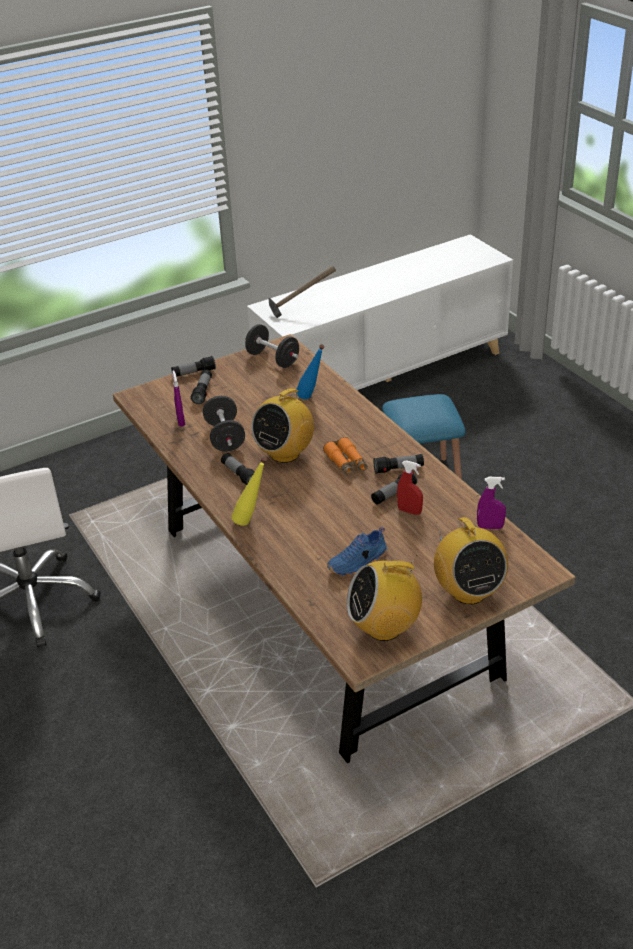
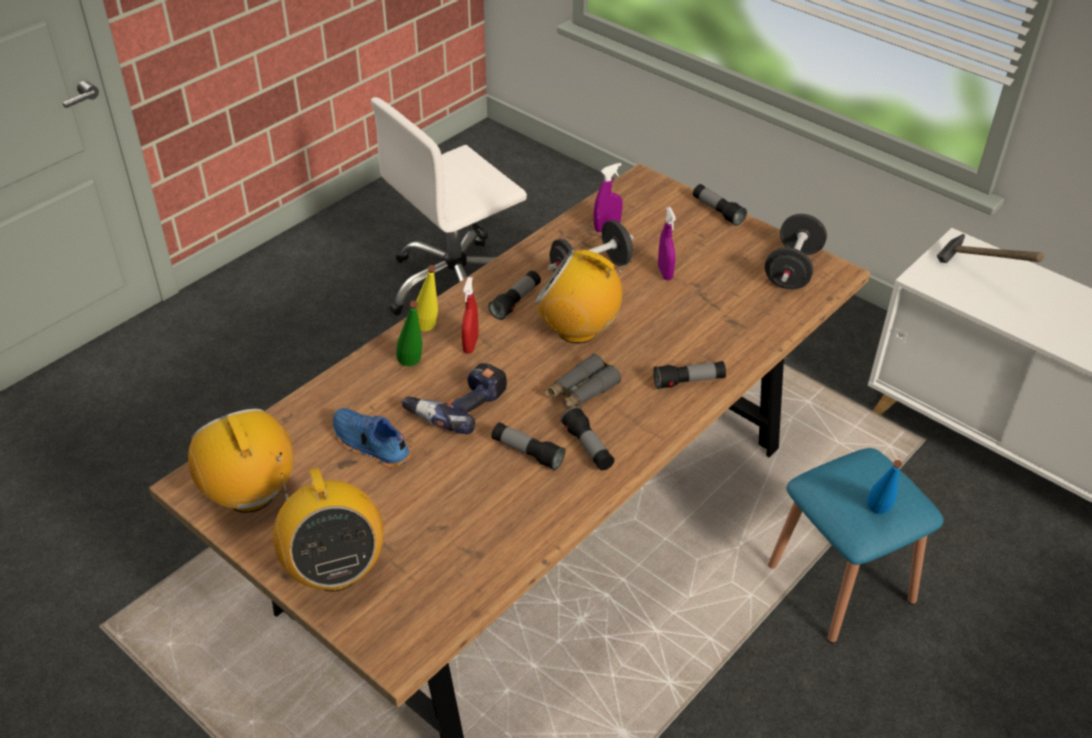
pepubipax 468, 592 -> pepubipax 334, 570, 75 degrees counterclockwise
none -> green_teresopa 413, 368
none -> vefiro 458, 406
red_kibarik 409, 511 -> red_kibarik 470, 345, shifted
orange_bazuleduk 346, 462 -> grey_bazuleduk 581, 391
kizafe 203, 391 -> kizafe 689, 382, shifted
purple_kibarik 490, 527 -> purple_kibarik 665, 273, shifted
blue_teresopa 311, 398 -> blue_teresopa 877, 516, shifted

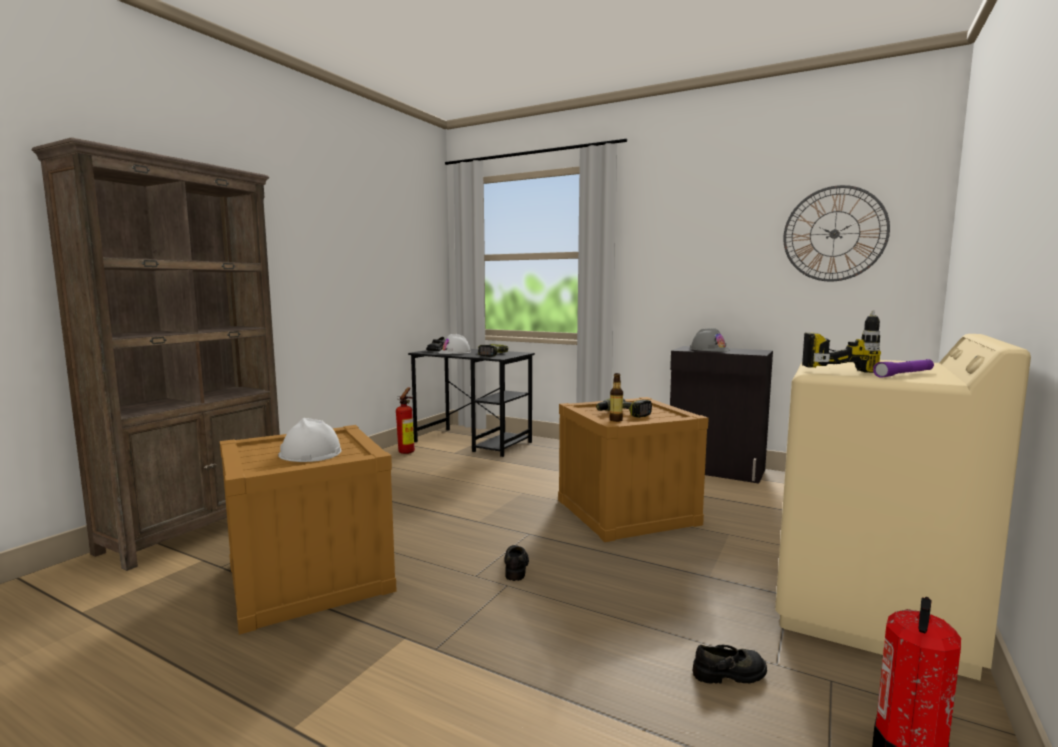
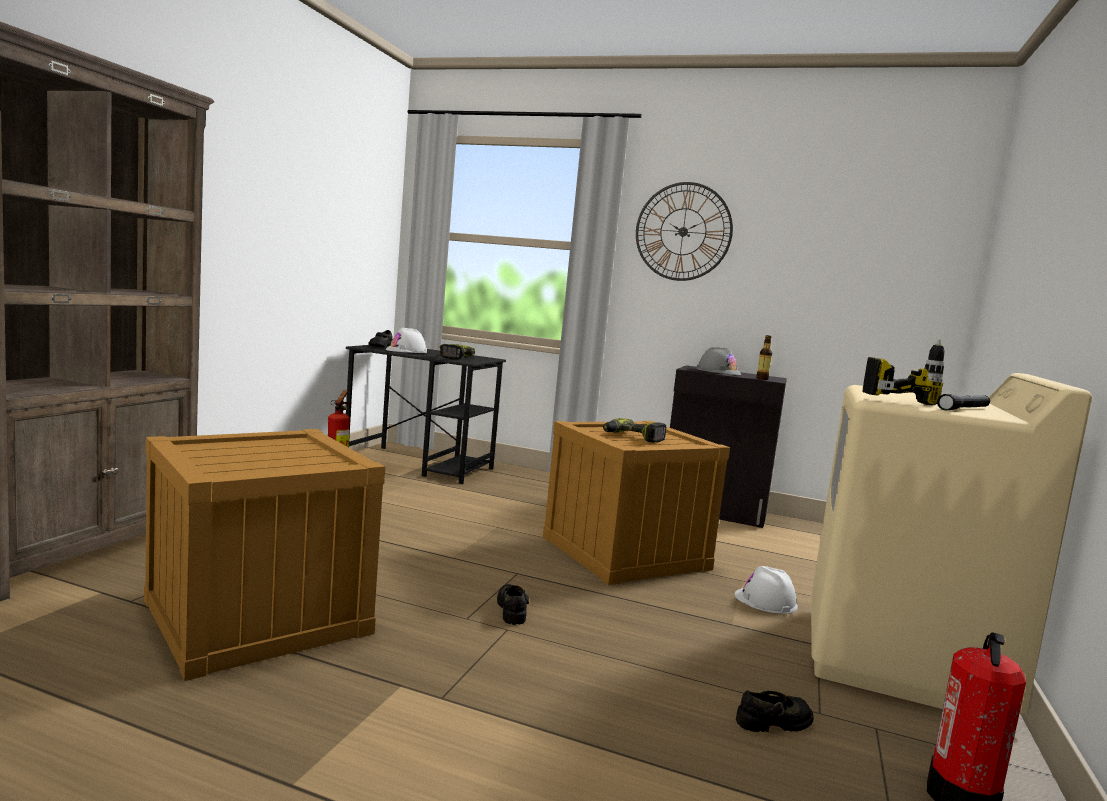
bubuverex 834, 234 -> bubuverex 683, 231, shifted
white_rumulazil 310, 453 -> white_rumulazil 765, 601, shifted
teresopa 616, 420 -> teresopa 762, 378, shifted
purple_kizafe 904, 374 -> black_kizafe 963, 409

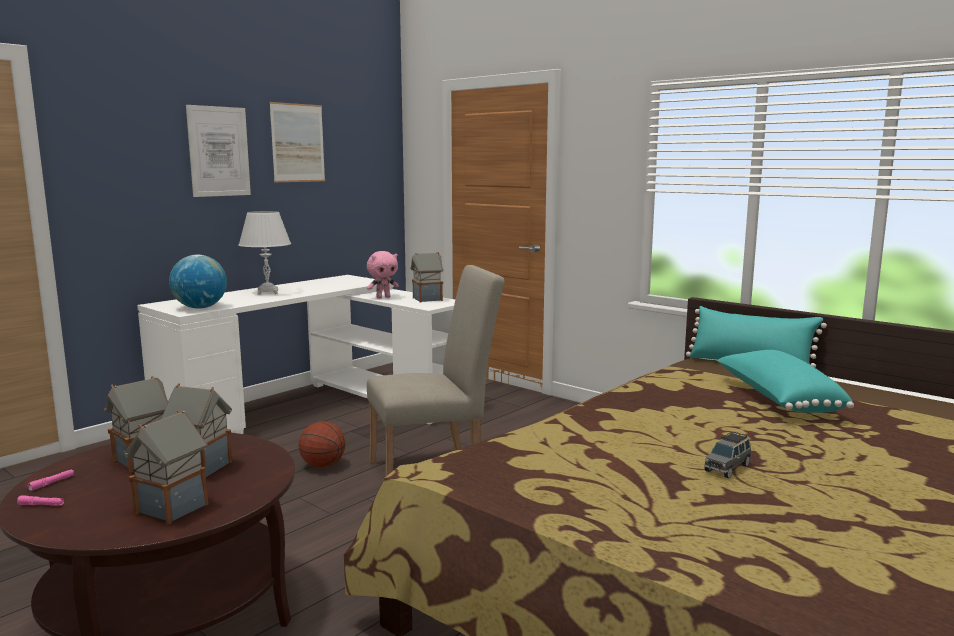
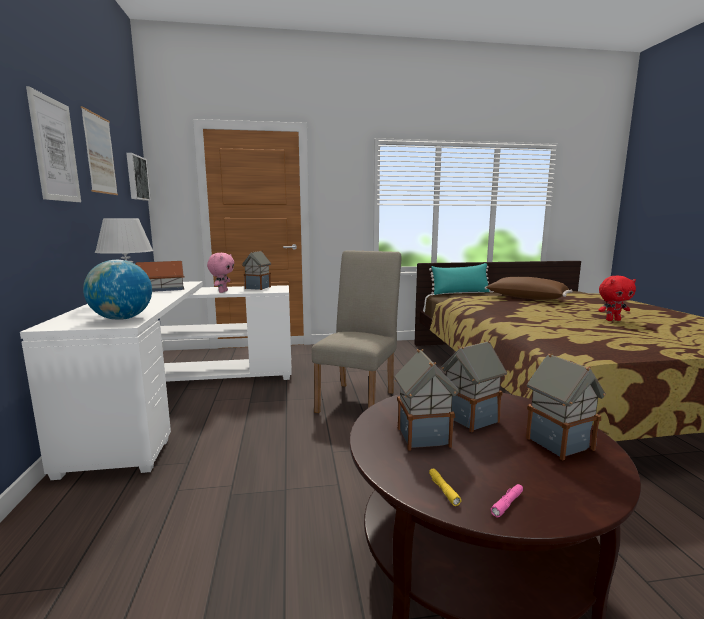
none -> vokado 136, 178
none -> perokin 161, 289
pink_kizafe 52, 483 -> yellow_kizafe 443, 490
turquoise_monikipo 777, 399 -> brown_monikipo 526, 298
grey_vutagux 727, 468 -> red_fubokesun 612, 320
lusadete 323, 465 -> none

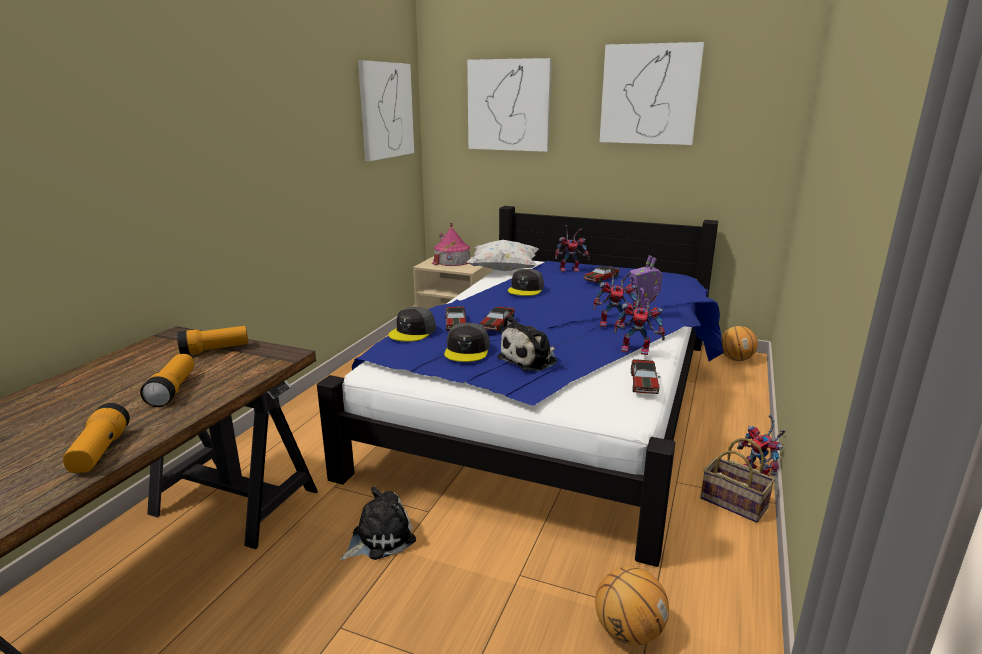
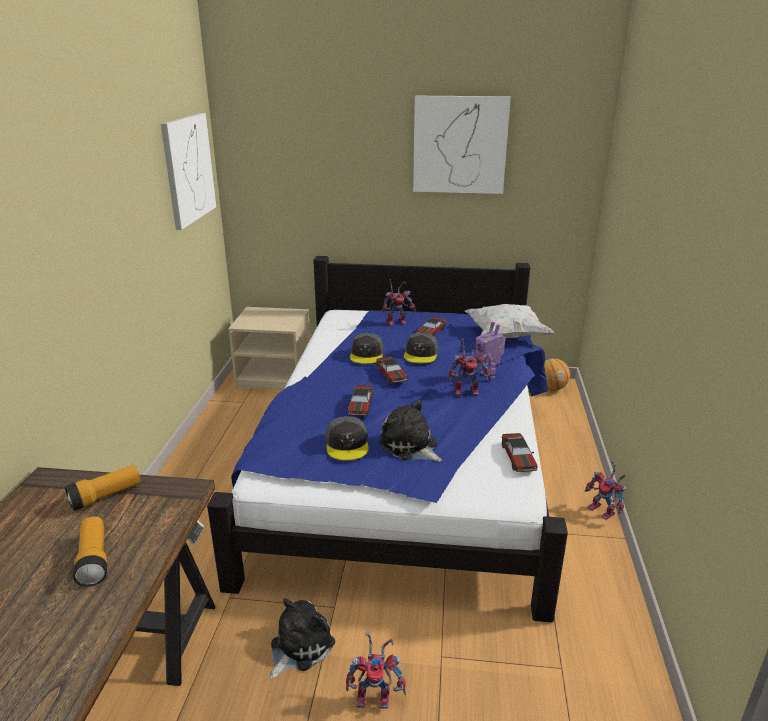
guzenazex 638, 349 -> guzenazex 376, 696, shifted
vutagux 455, 324 -> vutagux 391, 375, shifted
fubokesun 530, 359 -> fubokesun 410, 446, 105 degrees clockwise
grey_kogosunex 413, 332 -> grey_kogosunex 421, 354, shifted
white_monikipo 503, 270 -> white_monikipo 506, 336, shifted
kizafe 100, 452 -> none
perokin 452, 260 -> none
vokado 509, 105 -> none
lusadete 628, 631 -> none
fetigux 735, 503 -> none

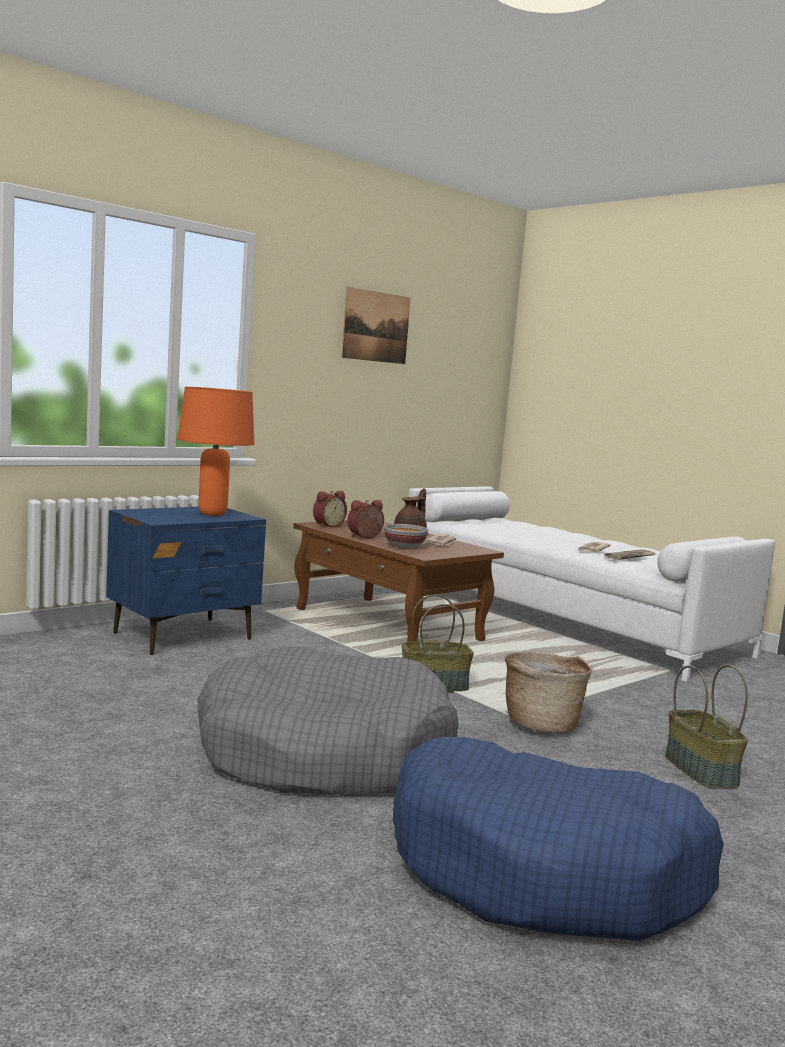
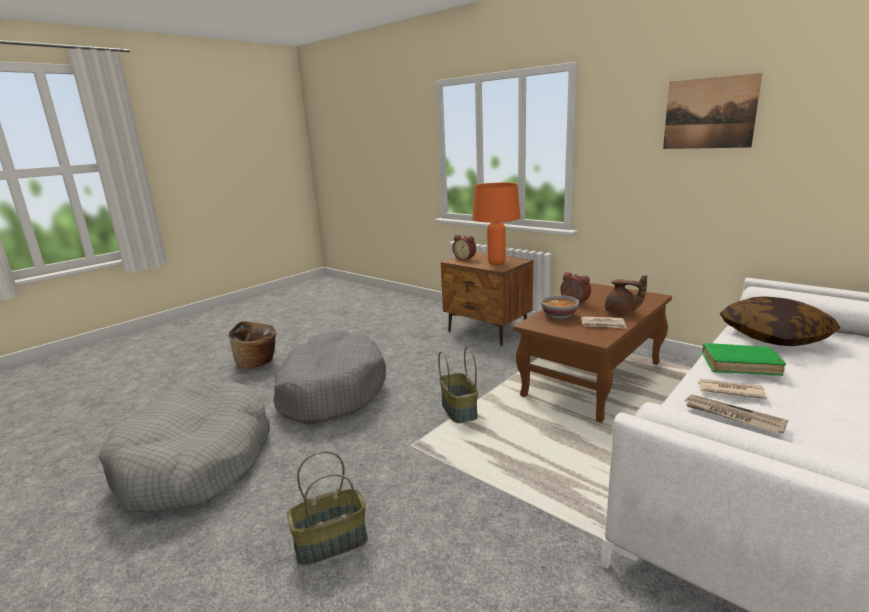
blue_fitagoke 544, 870 -> grey_fitagoke 195, 462
fetigux 541, 723 -> fetigux 258, 363, shifted
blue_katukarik 184, 636 -> brown_katukarik 487, 331
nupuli 327, 525 -> nupuli 465, 259, shifted
none -> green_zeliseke 740, 365
none -> monikipo 773, 336

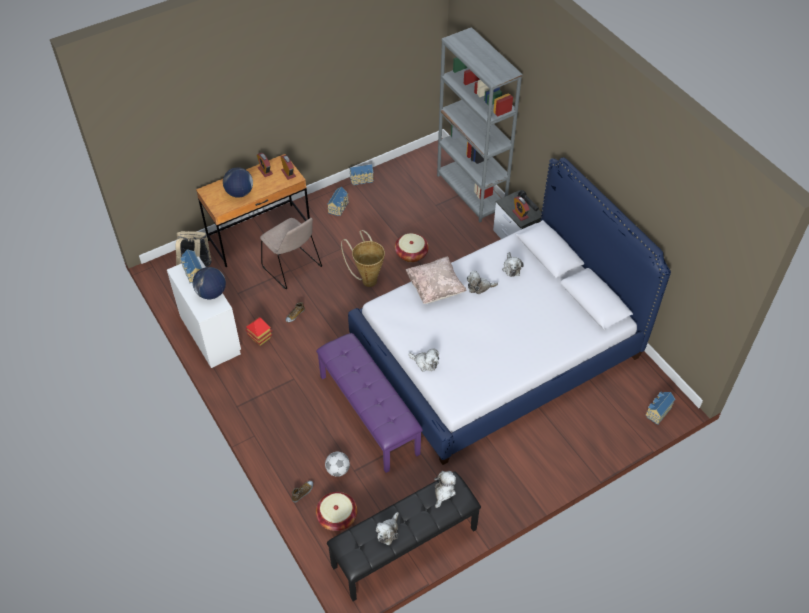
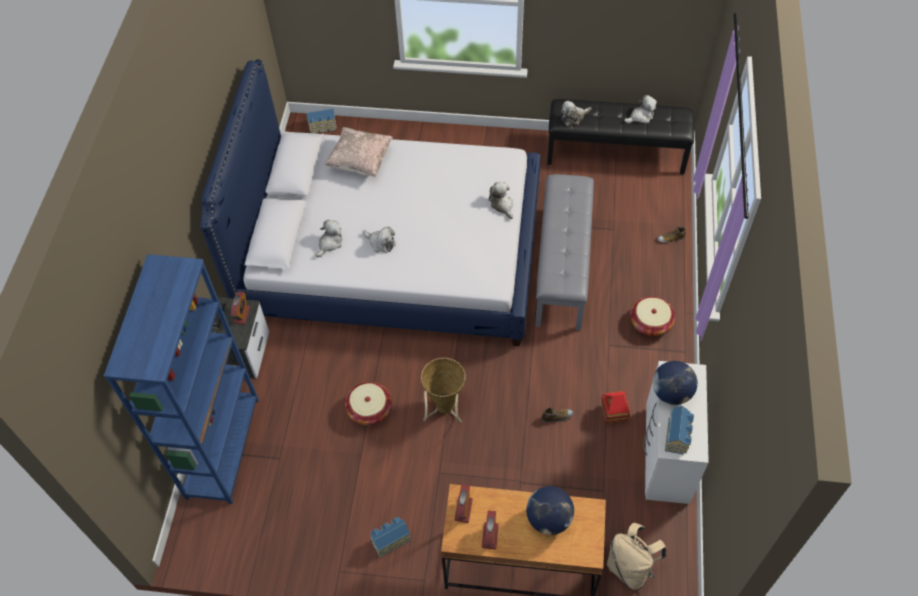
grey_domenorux 471, 192 -> blue_domenorux 223, 447
beige_monikipo 435, 288 -> beige_monikipo 360, 162, shifted
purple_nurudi 369, 414 -> grey_nurudi 561, 266
fetigux 337, 517 -> fetigux 650, 323, shifted
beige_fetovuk 293, 268 -> none
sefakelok 338, 470 -> none
perokin 362, 179 -> none

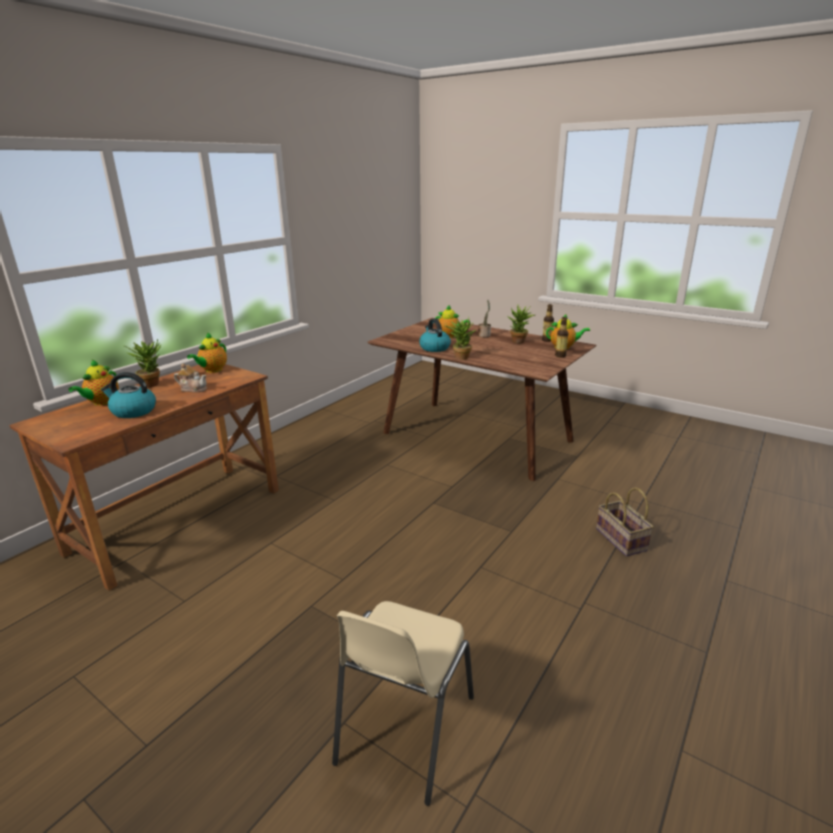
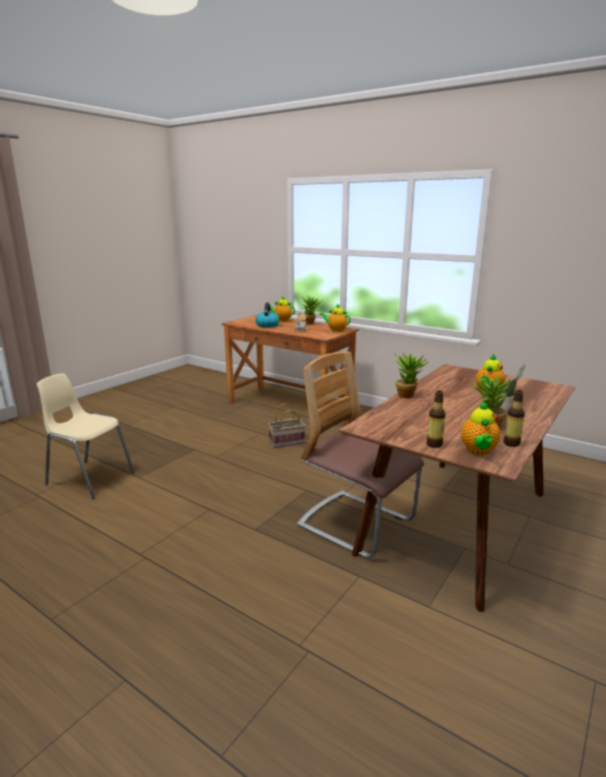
fetigux 622, 540 -> fetigux 286, 442, shifted
none -> fetovuk 356, 524
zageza 434, 348 -> none

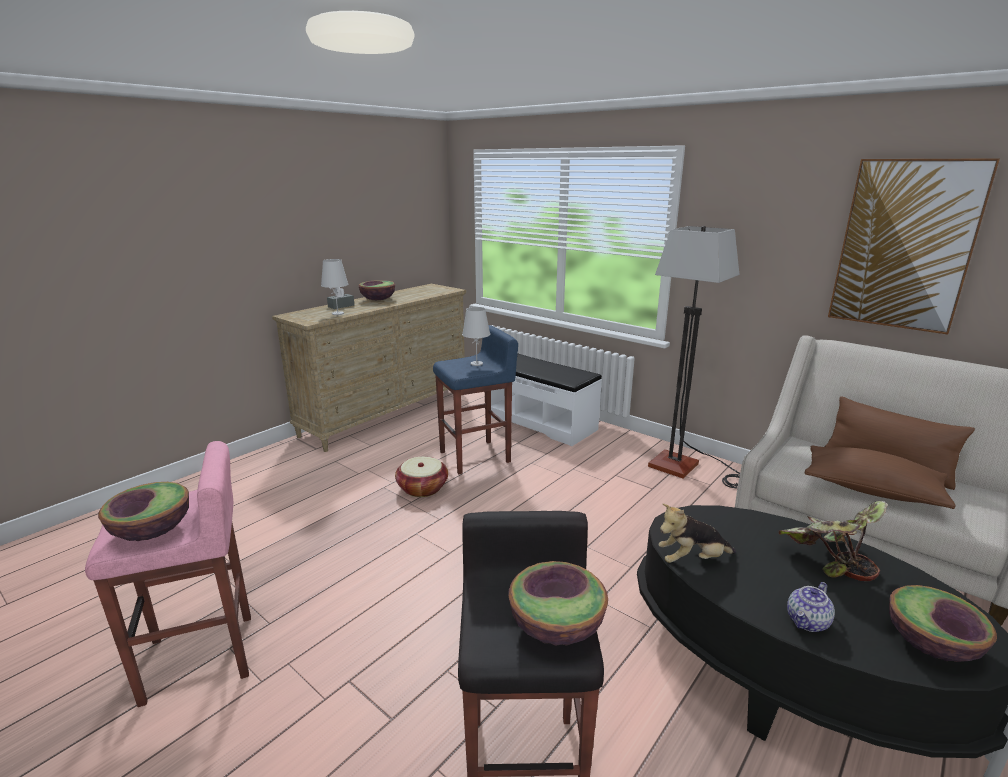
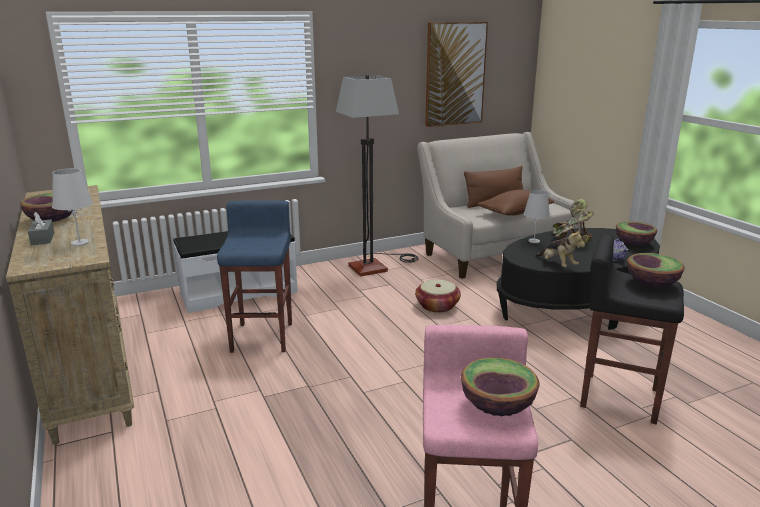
fetigux 422, 488 -> fetigux 437, 306, shifted
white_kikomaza 477, 363 -> white_kikomaza 534, 241, shifted
fubokesun 692, 559 -> fubokesun 557, 265, 45 degrees counterclockwise

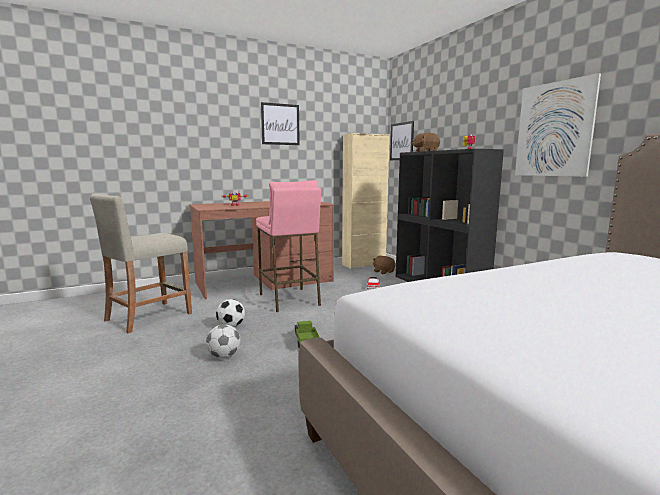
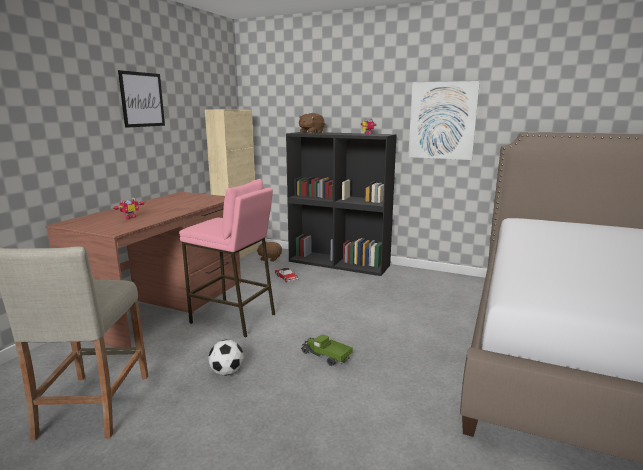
sefakelok 224, 356 -> none
vokado 401, 141 -> none

